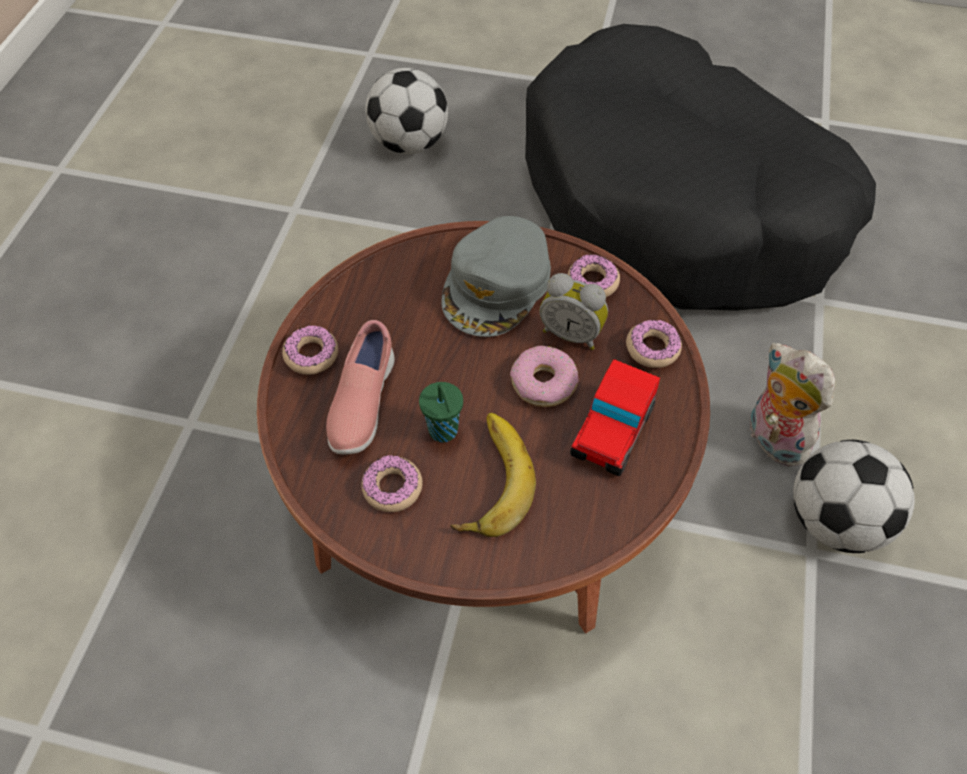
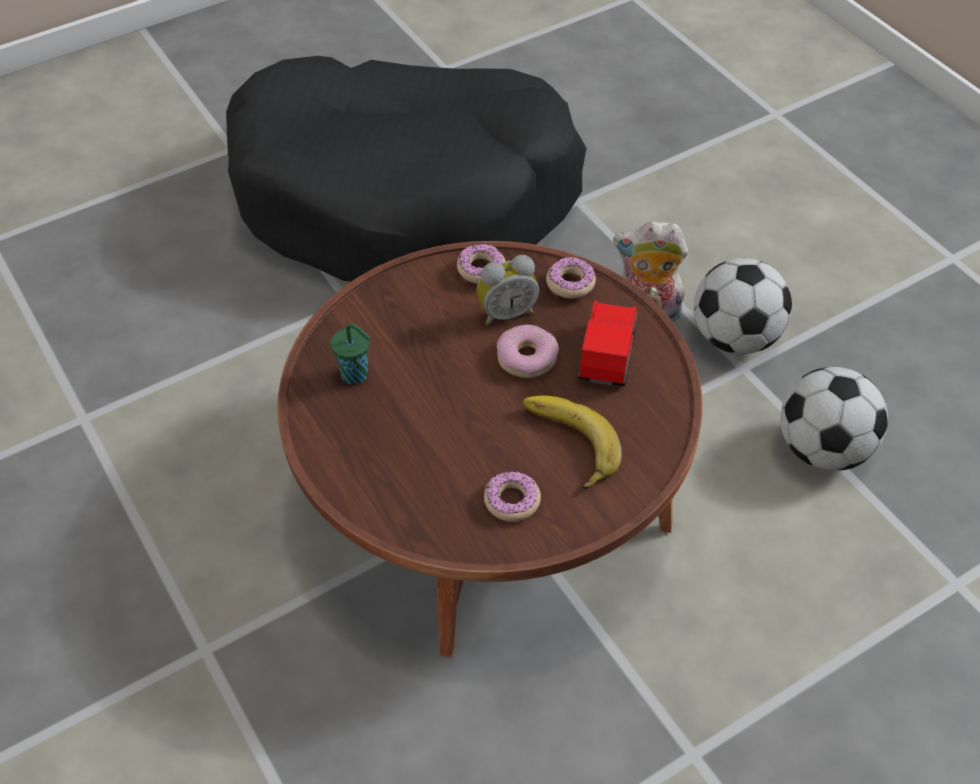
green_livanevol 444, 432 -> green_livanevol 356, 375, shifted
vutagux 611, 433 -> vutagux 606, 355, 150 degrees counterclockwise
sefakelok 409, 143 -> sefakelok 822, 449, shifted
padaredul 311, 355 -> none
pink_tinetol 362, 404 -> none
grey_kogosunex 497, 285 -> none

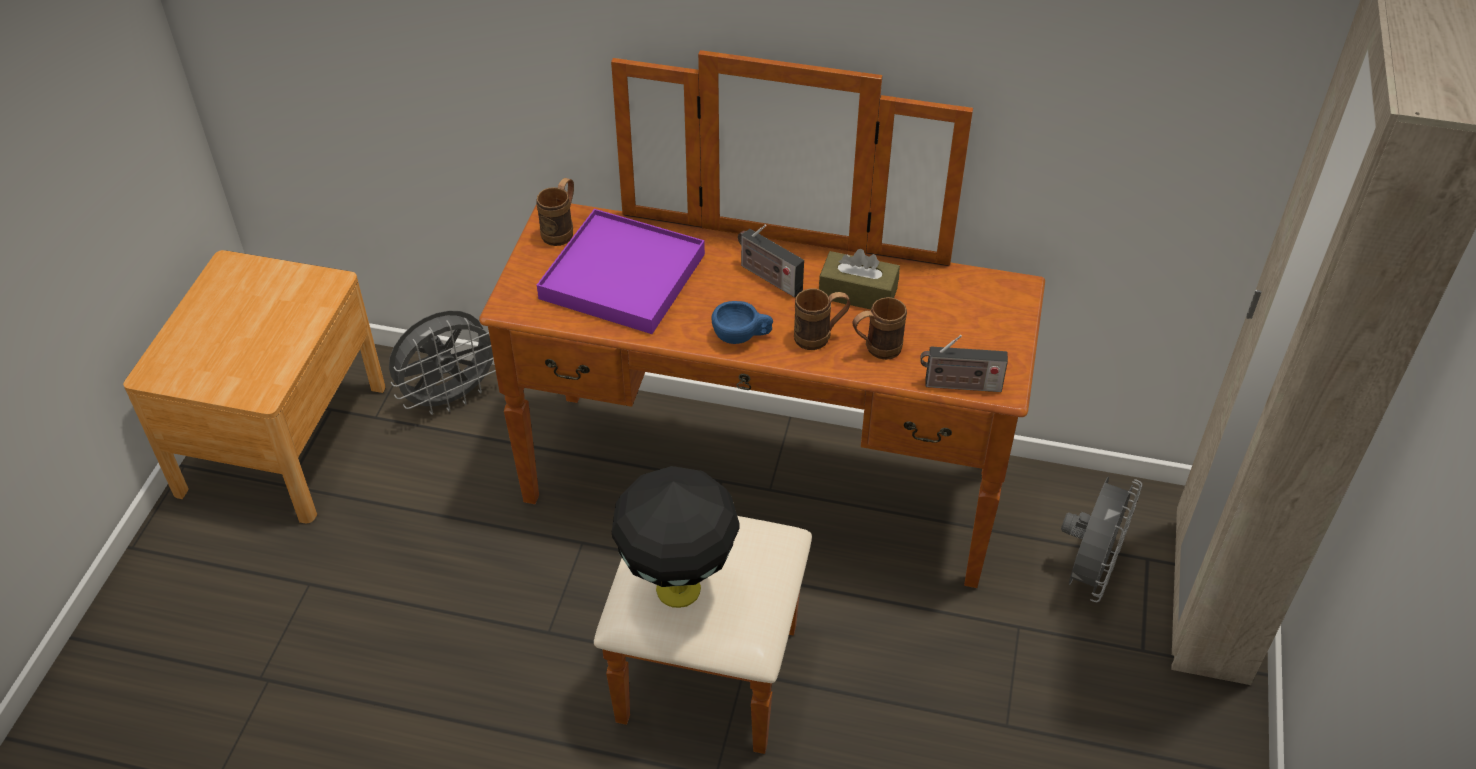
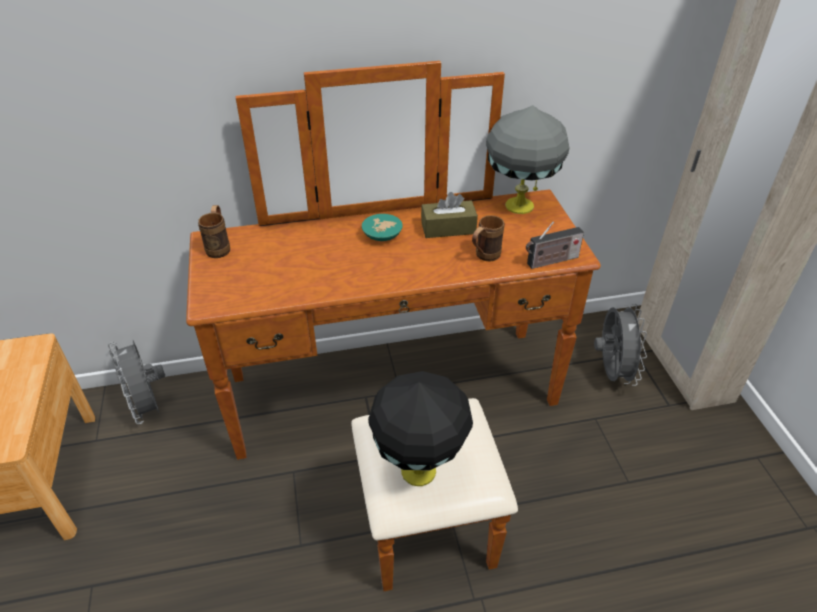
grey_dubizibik 450, 397 -> grey_dubizibik 149, 407, 120 degrees clockwise
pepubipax 768, 277 -> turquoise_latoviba 383, 235
none -> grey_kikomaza 519, 207
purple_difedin 623, 277 -> none
blue_livanevol 742, 336 -> none
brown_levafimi 820, 337 -> none

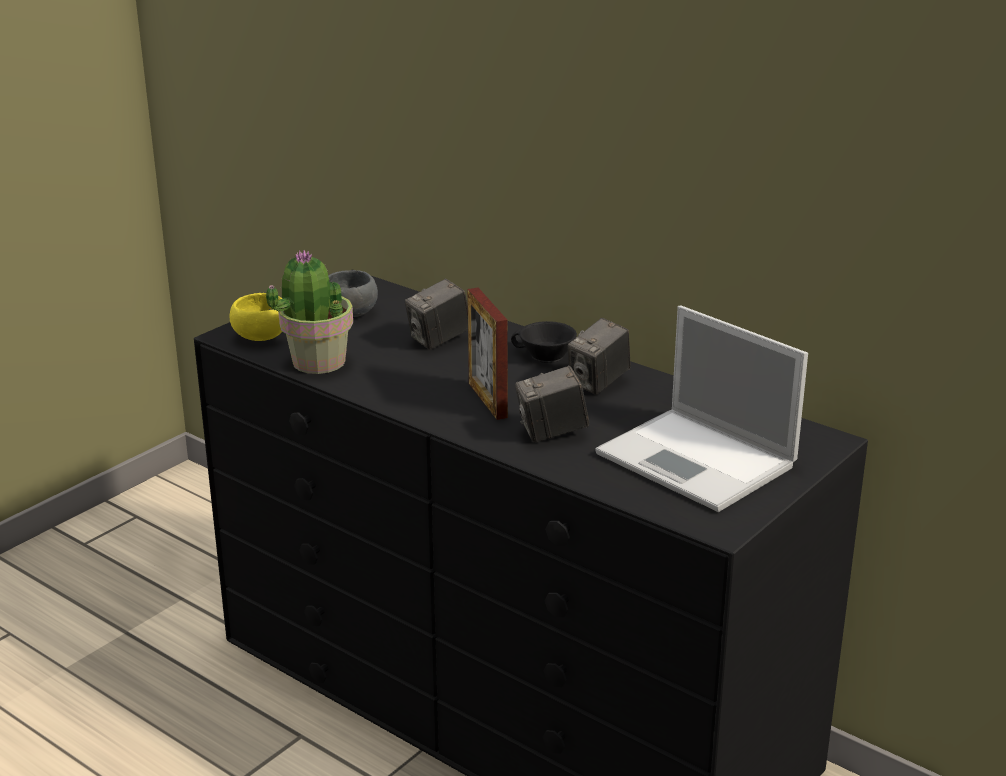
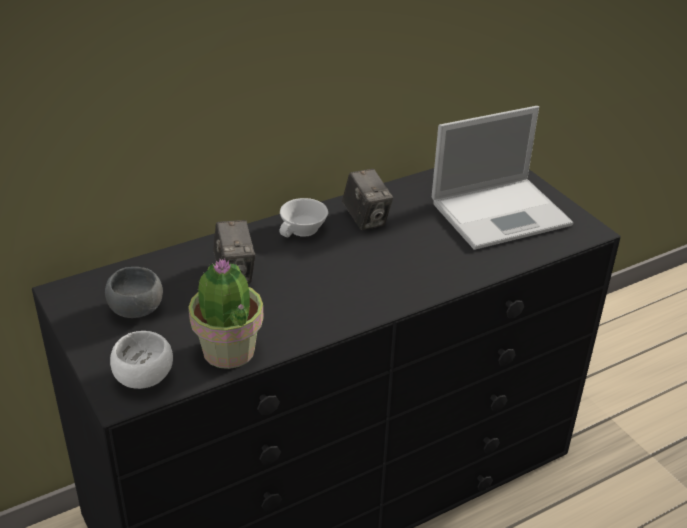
yellow_latoviba 262, 337 -> white_latoviba 145, 377
black_livanevol 545, 356 -> white_livanevol 304, 230
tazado 487, 400 -> none
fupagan 552, 433 -> none

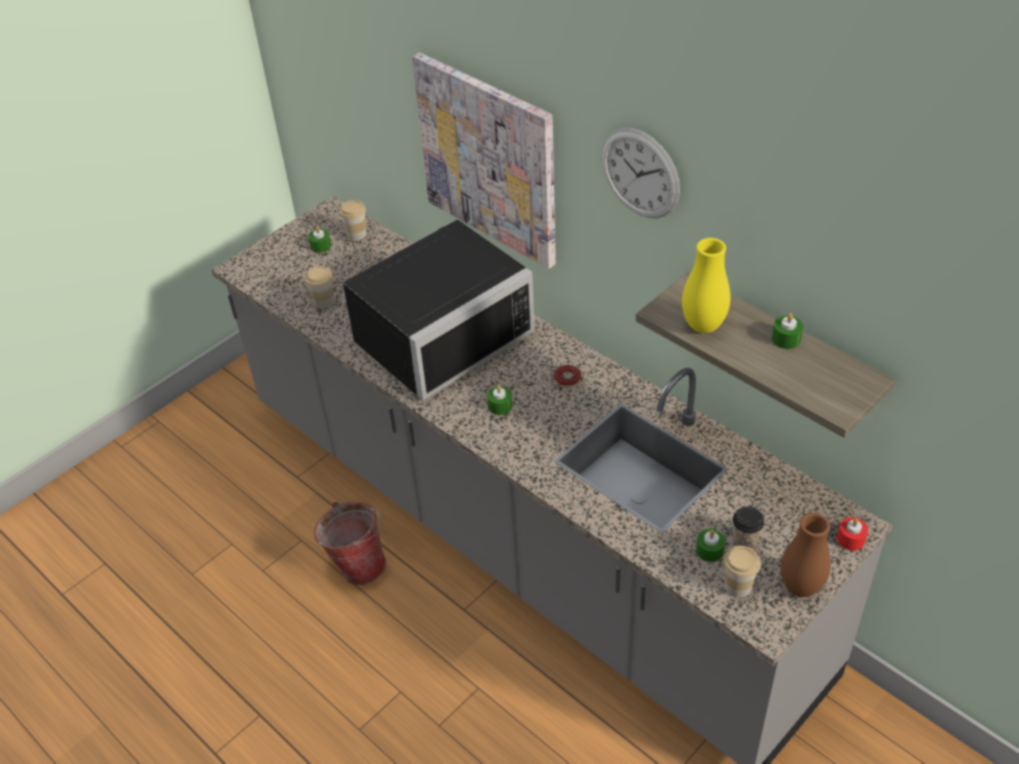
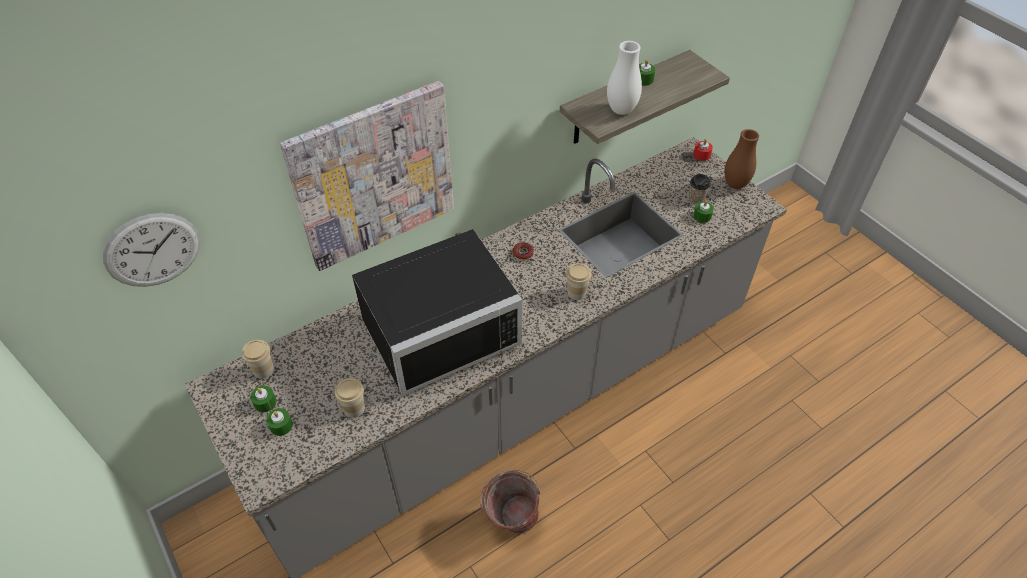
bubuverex 640, 173 -> bubuverex 152, 250, shifted
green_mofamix 500, 406 -> green_mofamix 281, 425, shifted
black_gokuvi 437, 333 -> black_gokuvi 437, 326, 90 degrees clockwise
livanevol 738, 586 -> livanevol 576, 293, shifted
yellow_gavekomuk 703, 326 -> white_gavekomuk 621, 110

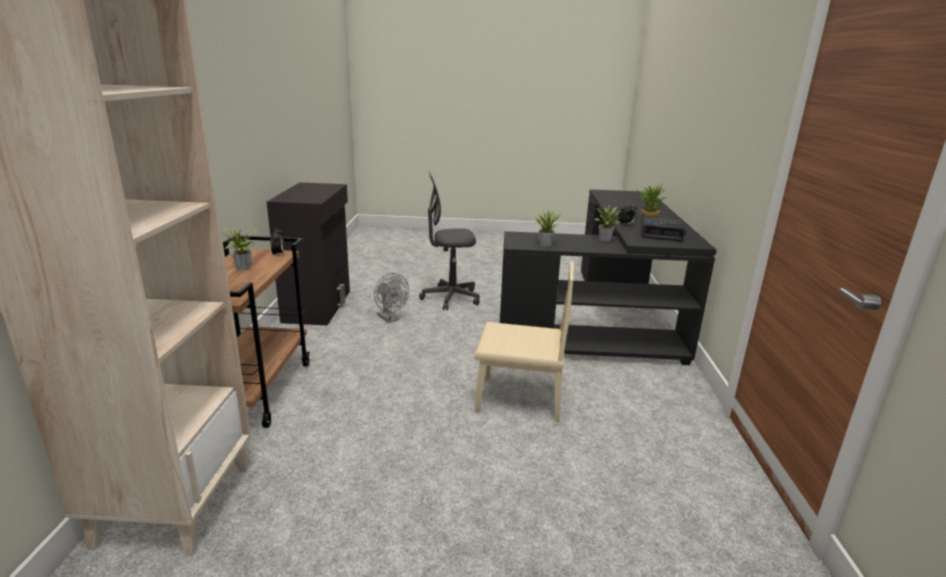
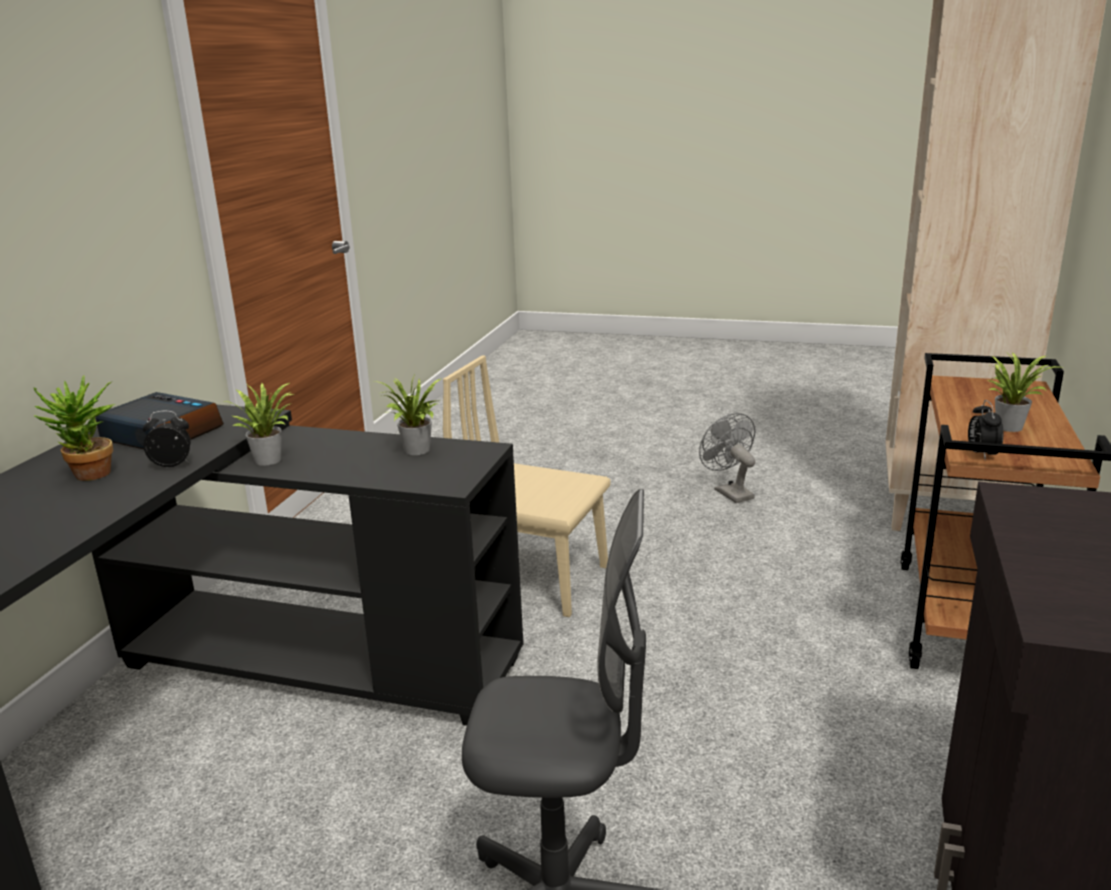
grey_dubizibik 390, 319 -> grey_dubizibik 729, 492, shifted

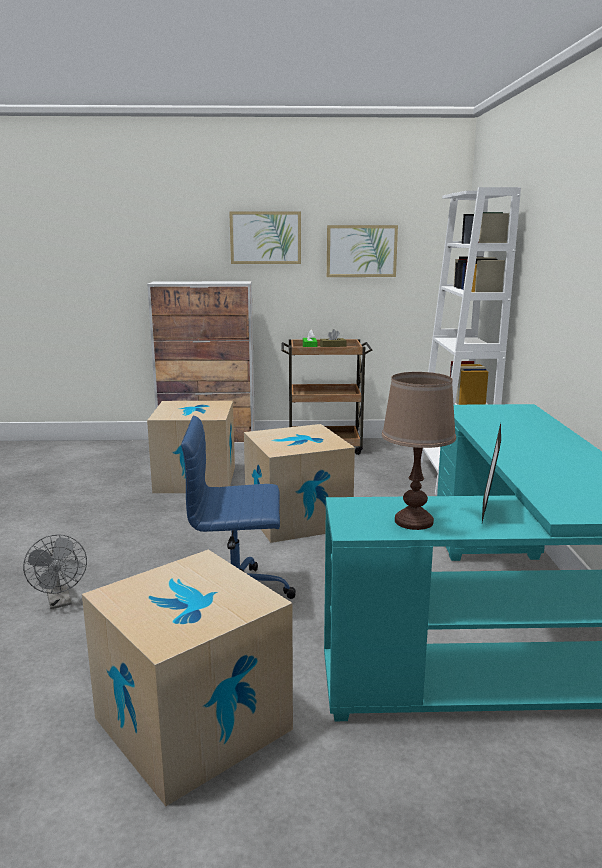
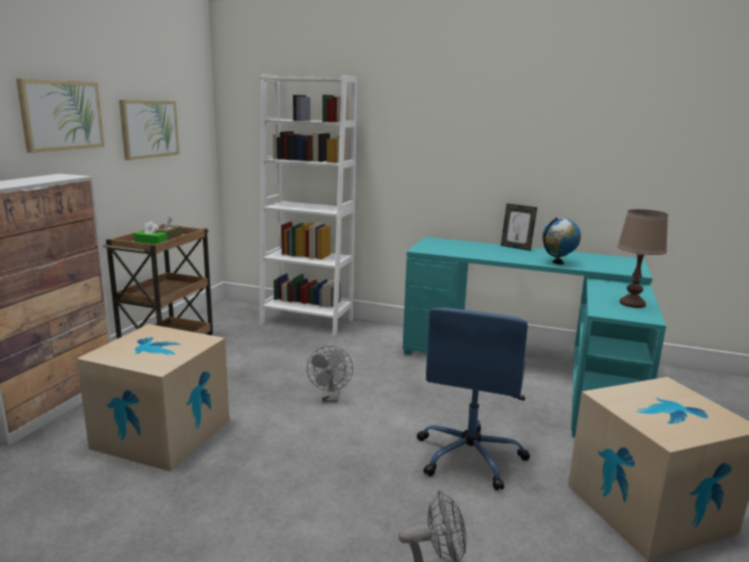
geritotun 297, 518 -> grey_dubizibik 330, 398
tazado 487, 512 -> tazado 516, 247, shifted
none -> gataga 558, 262

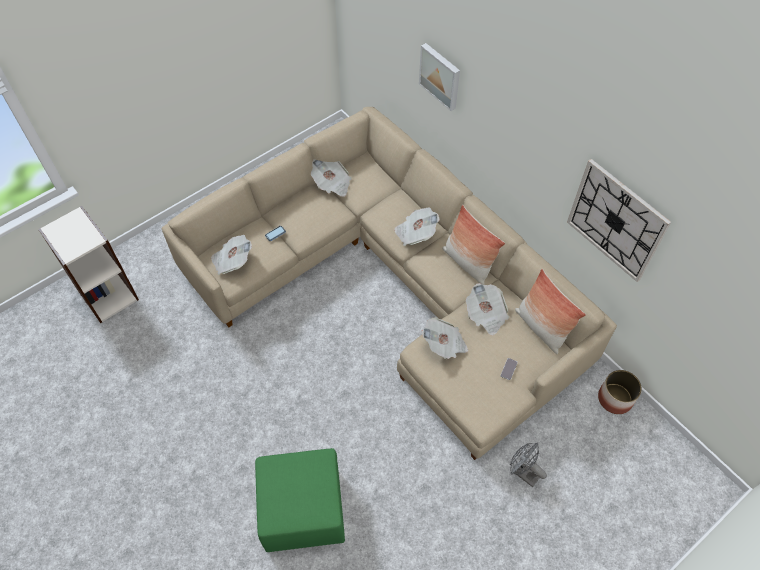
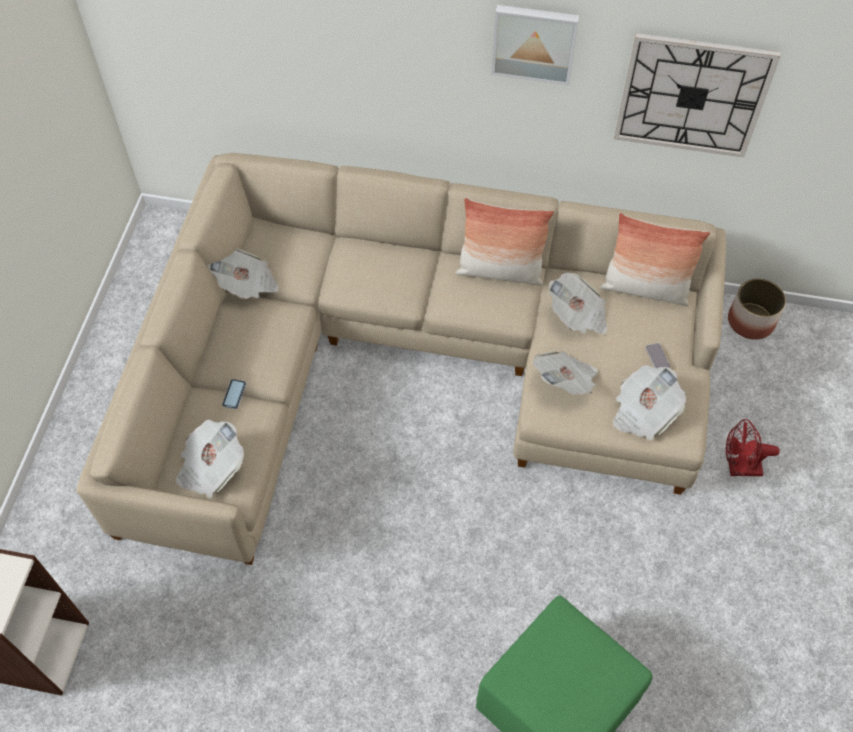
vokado 440, 76 -> vokado 534, 42, shifted
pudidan 415, 233 -> pudidan 643, 412, shifted
grey_dubizibik 523, 472 -> red_dubizibik 739, 468

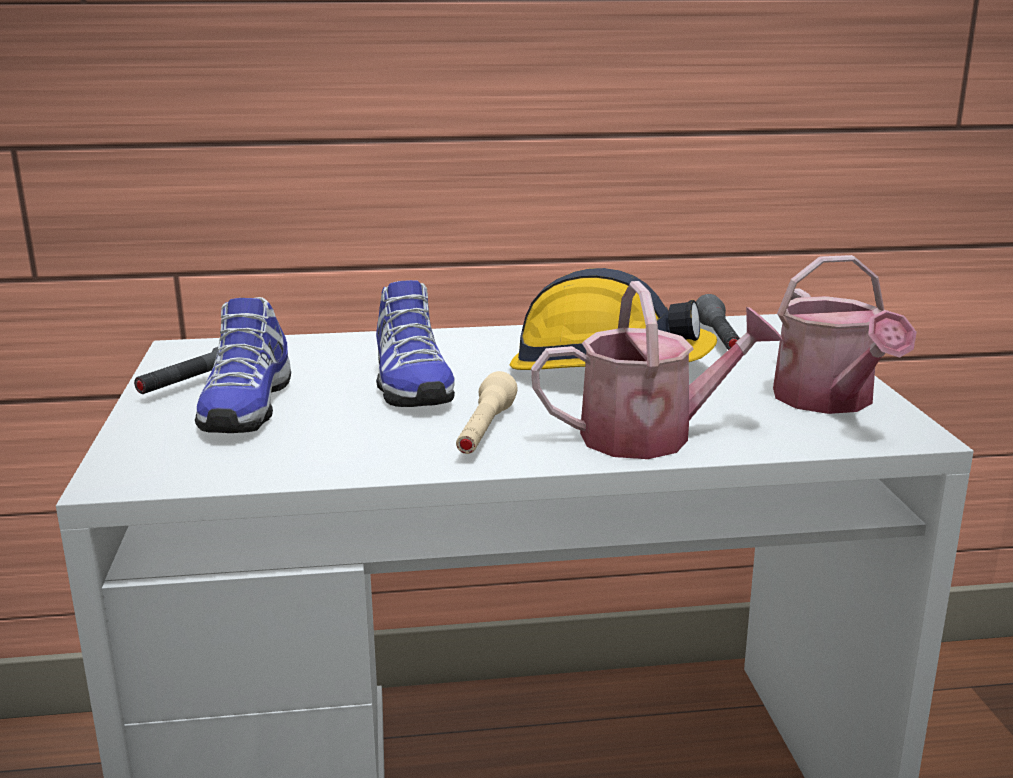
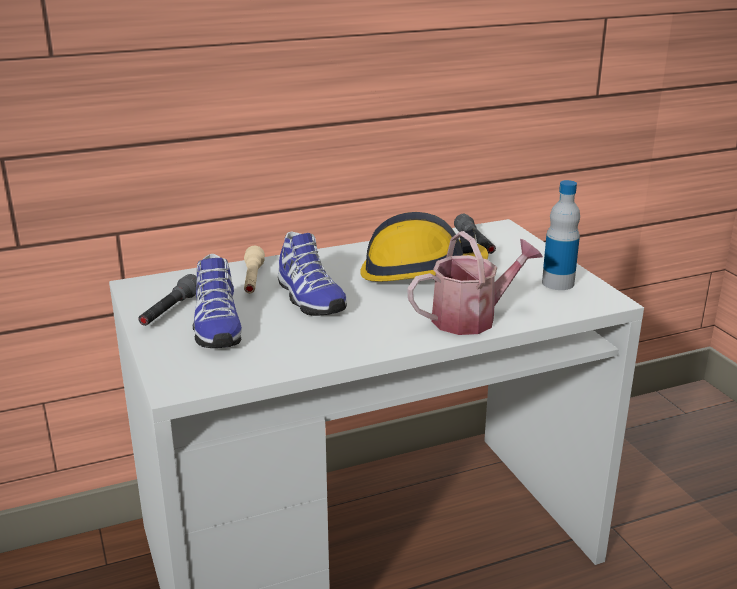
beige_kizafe 484, 432 -> beige_kizafe 253, 280, shifted
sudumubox 829, 401 -> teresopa 558, 283

